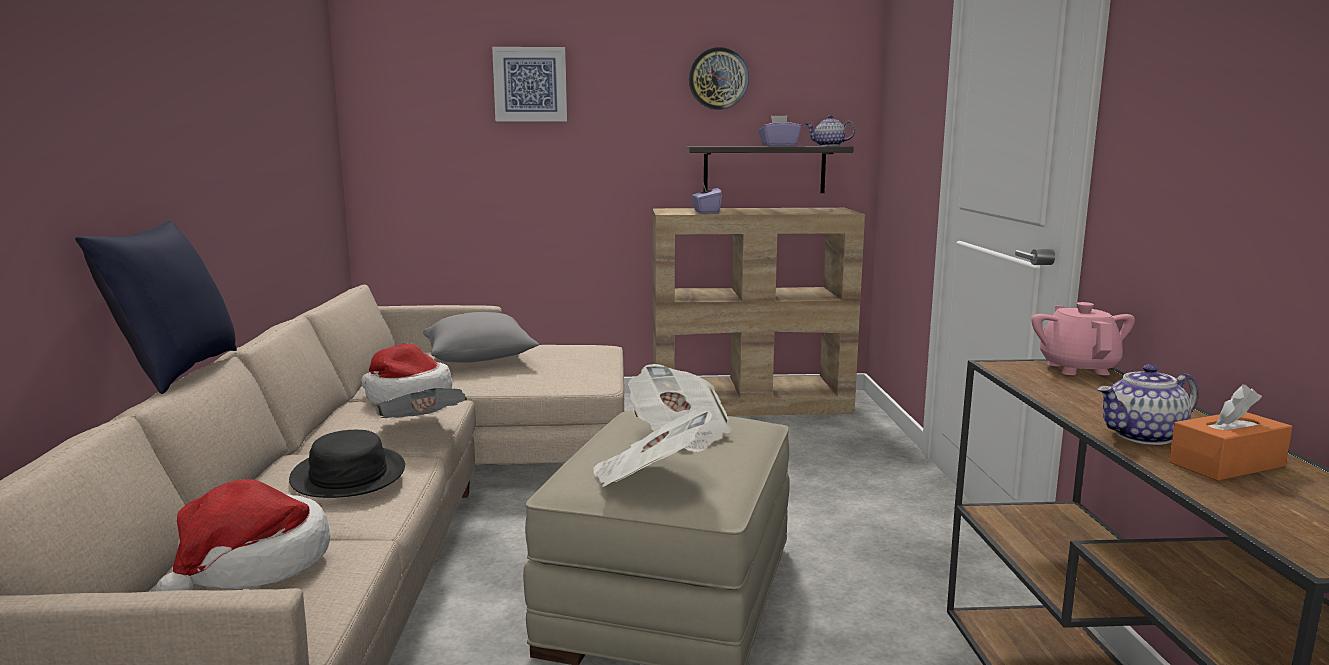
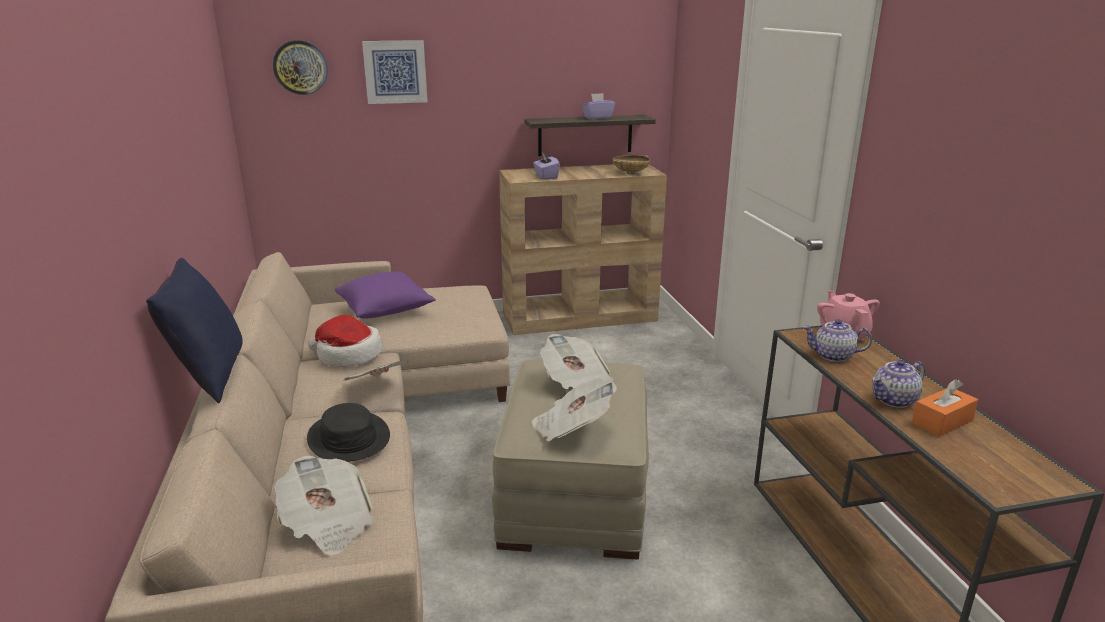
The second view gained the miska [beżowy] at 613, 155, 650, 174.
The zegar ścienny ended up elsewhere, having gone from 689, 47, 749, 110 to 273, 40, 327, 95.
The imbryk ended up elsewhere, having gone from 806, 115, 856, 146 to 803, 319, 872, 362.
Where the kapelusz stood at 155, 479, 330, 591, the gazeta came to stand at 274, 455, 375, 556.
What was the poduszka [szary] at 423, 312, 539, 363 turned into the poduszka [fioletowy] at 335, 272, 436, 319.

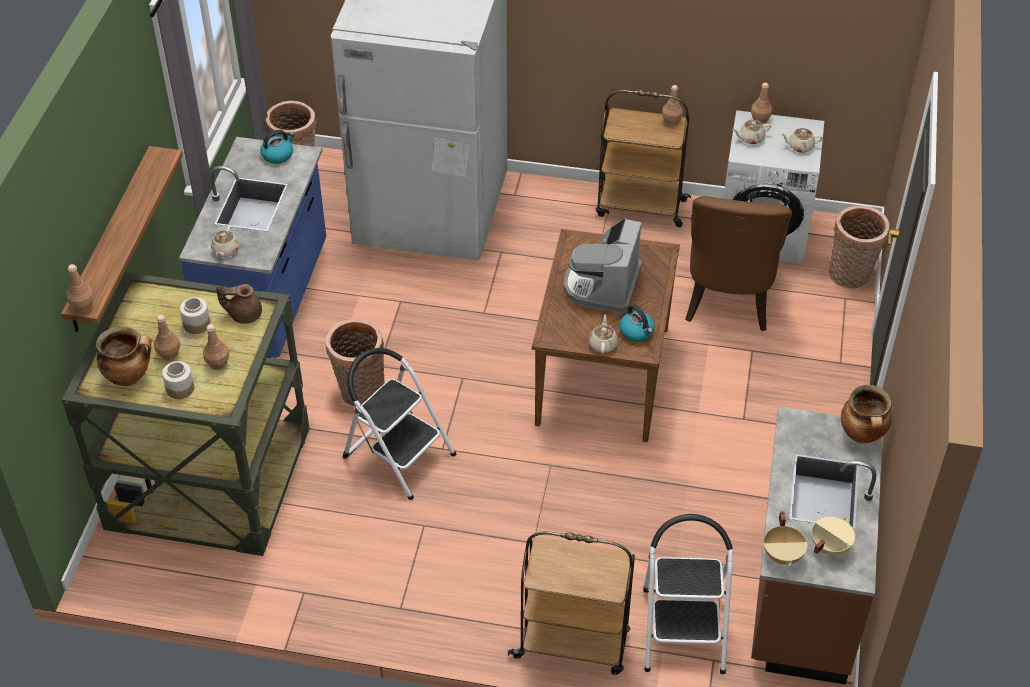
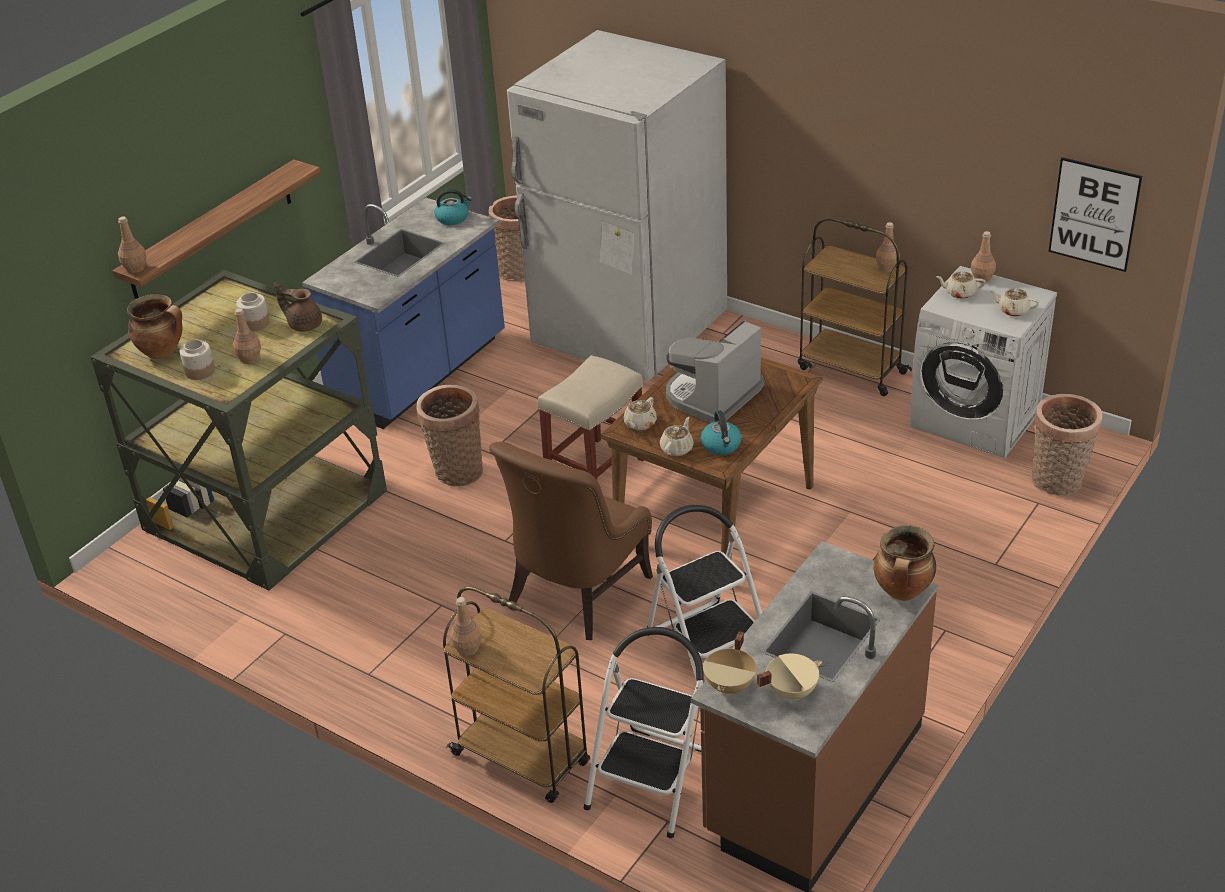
The second view gained the stołek [beżowy] at 538, 355, 644, 480.
The second view gained the obraz at 1048, 157, 1142, 272.
The butelka [brązowy] ended up elsewhere, having gone from 154, 315, 180, 360 to 450, 597, 482, 656.
The imbryk [beżowy] ended up elsewhere, having gone from 211, 225, 239, 257 to 624, 397, 657, 430.
The drabinka ended up elsewhere, having gone from 343, 348, 456, 500 to 647, 505, 762, 678.
The krzesło [brązowy] ended up elsewhere, having gone from 685, 196, 792, 331 to 489, 442, 653, 640.

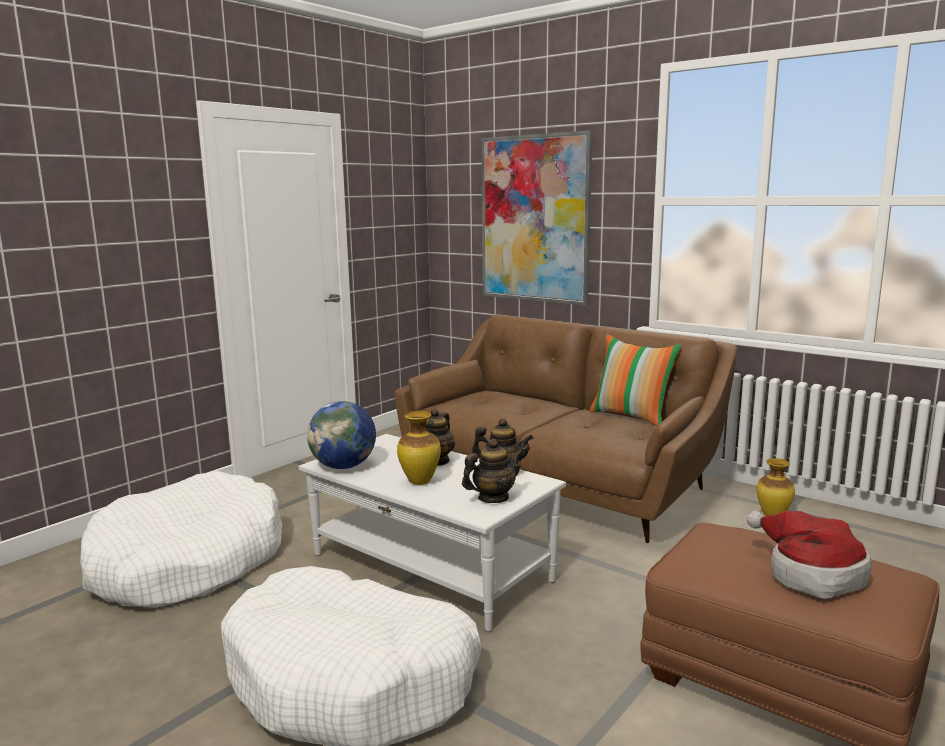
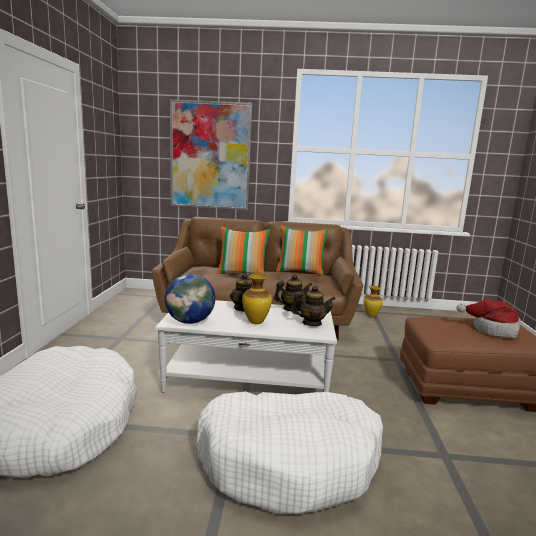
The second view gained the poduszka at 217, 226, 270, 275.
The imbryk at 462, 439, 523, 503 ended up facing another way, 60 degrees clockwise from before.

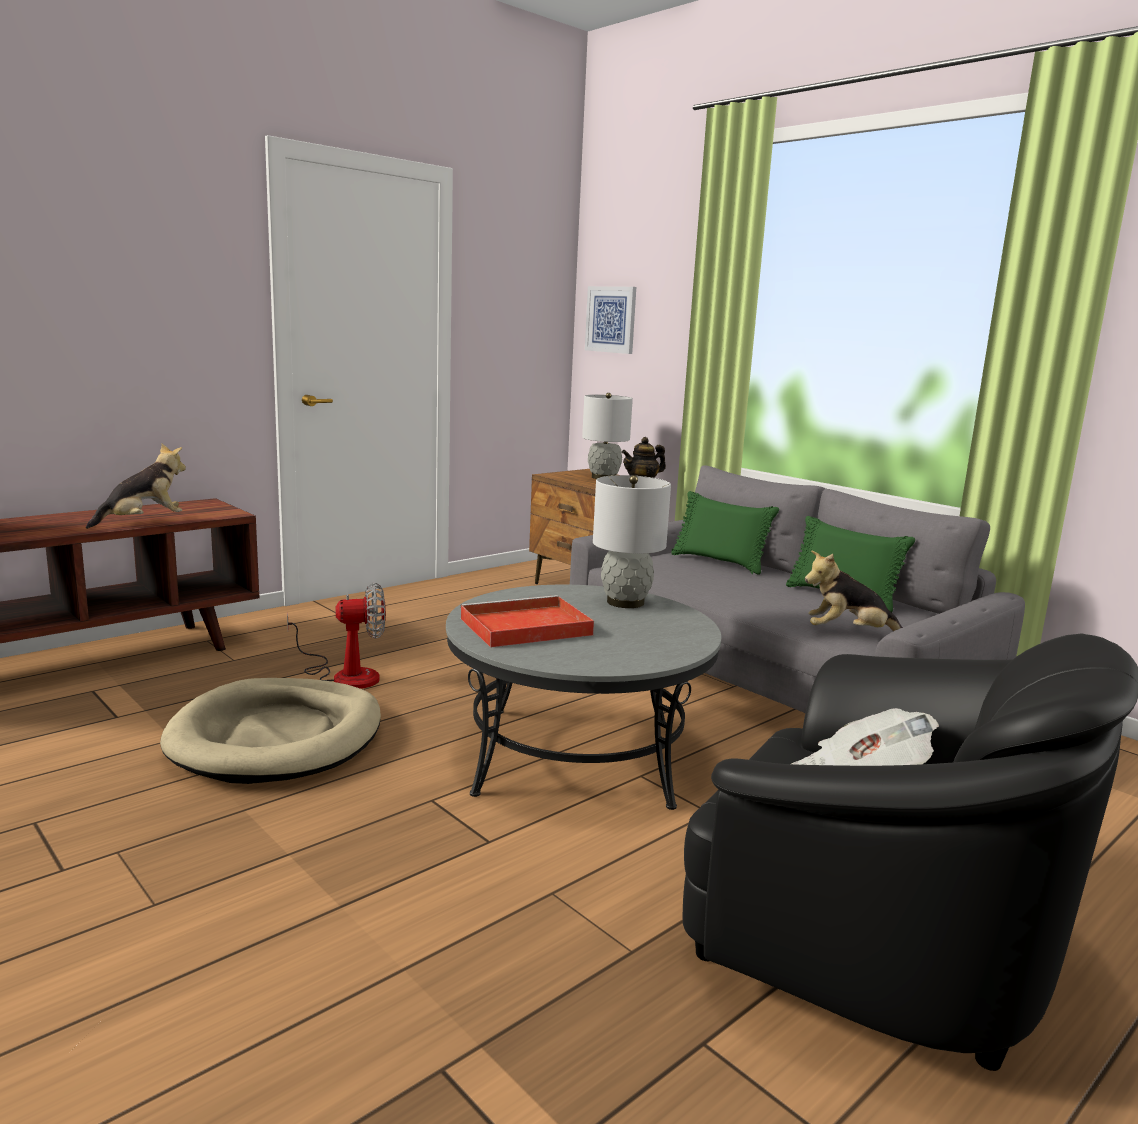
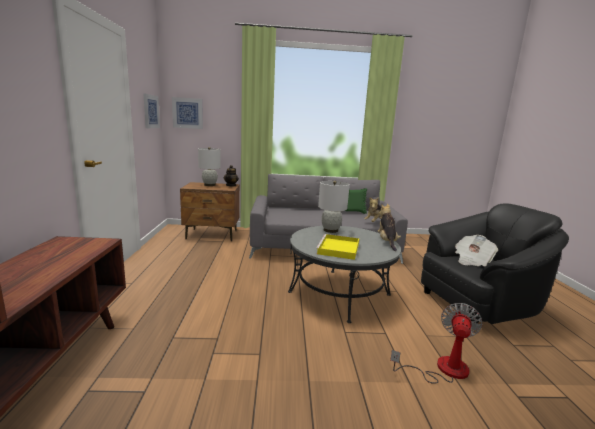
The second view lost the legowisko [beżowy] at 160, 678, 381, 784.
The second view lost the poduszka [zielony] at 671, 491, 779, 575.
The second view gained the obraz at 143, 94, 160, 128.
The pluszak ended up elsewhere, having gone from 86, 444, 186, 529 to 378, 204, 401, 251.
The wentylator ended up elsewhere, having gone from 287, 582, 386, 689 to 390, 303, 483, 384.
What was the taca [czerwony] at 460, 595, 594, 648 turned into the taca [żółty] at 316, 234, 359, 260.

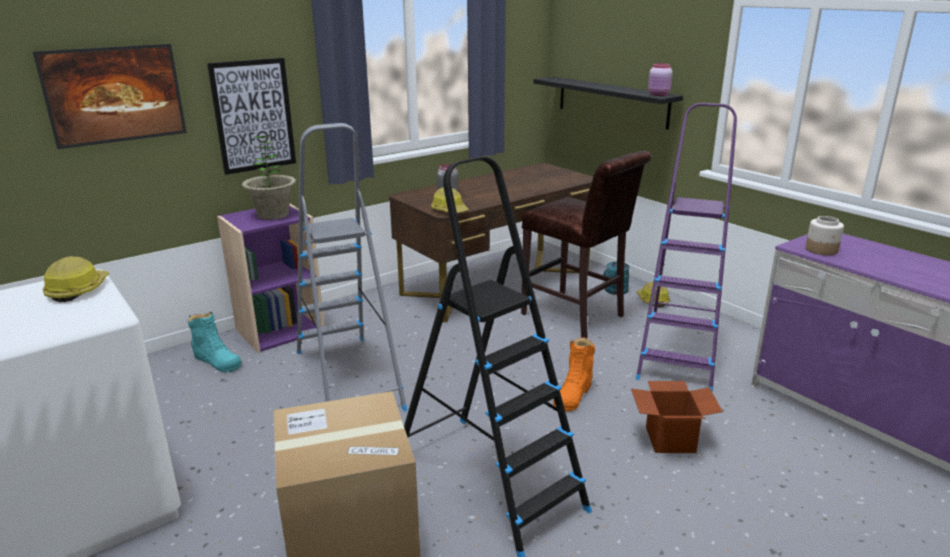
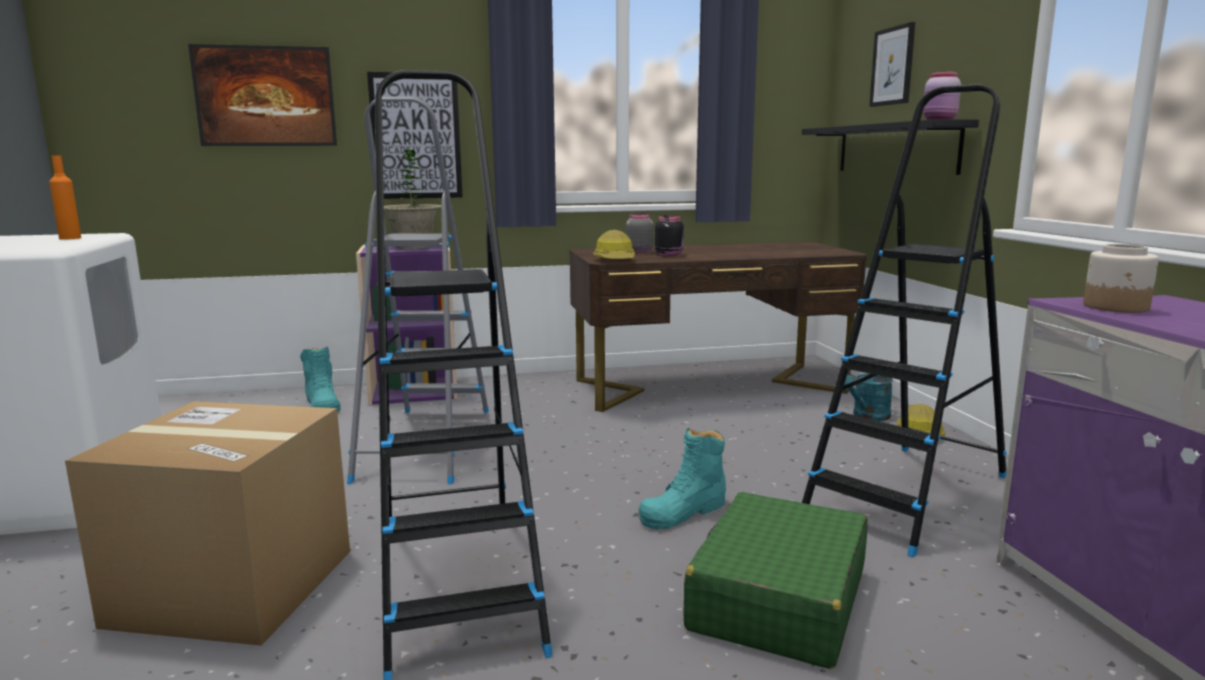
The second view lost the stołek [brązowy] at 521, 151, 651, 338.
The second view gained the słoik [czarny] at 655, 216, 684, 256.
The second view gained the obraz at 869, 22, 915, 107.
Where the kask stood at 42, 256, 109, 302, the butelka [pomarańczowy] came to stand at 49, 155, 81, 240.
Where the karton stood at 631, 381, 723, 453, the walizka [zielony] came to stand at 683, 492, 868, 669.
What was the but z cholewką [pomarańczowy] at 553, 337, 595, 411 turned into the but z cholewką [turkusowy] at 639, 428, 726, 530.
What was the drabinka [fioletowy] at 636, 103, 737, 392 turned into the drabinka [czarny] at 802, 84, 1007, 557.

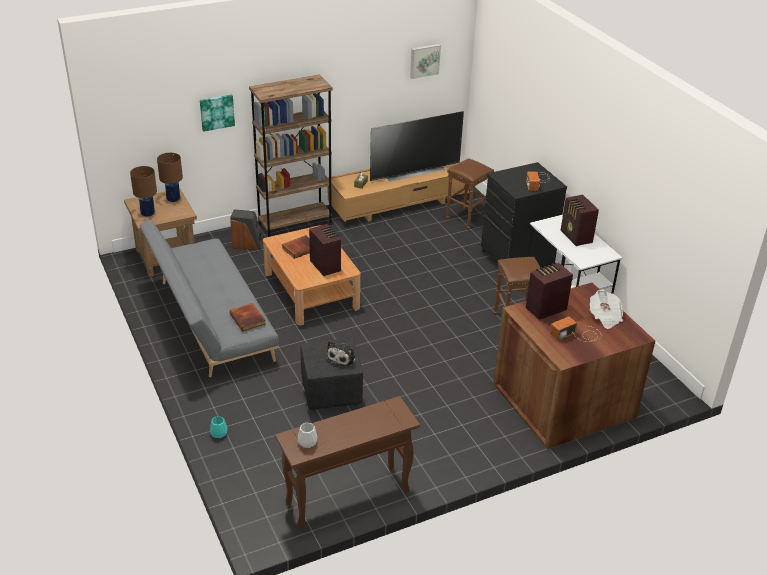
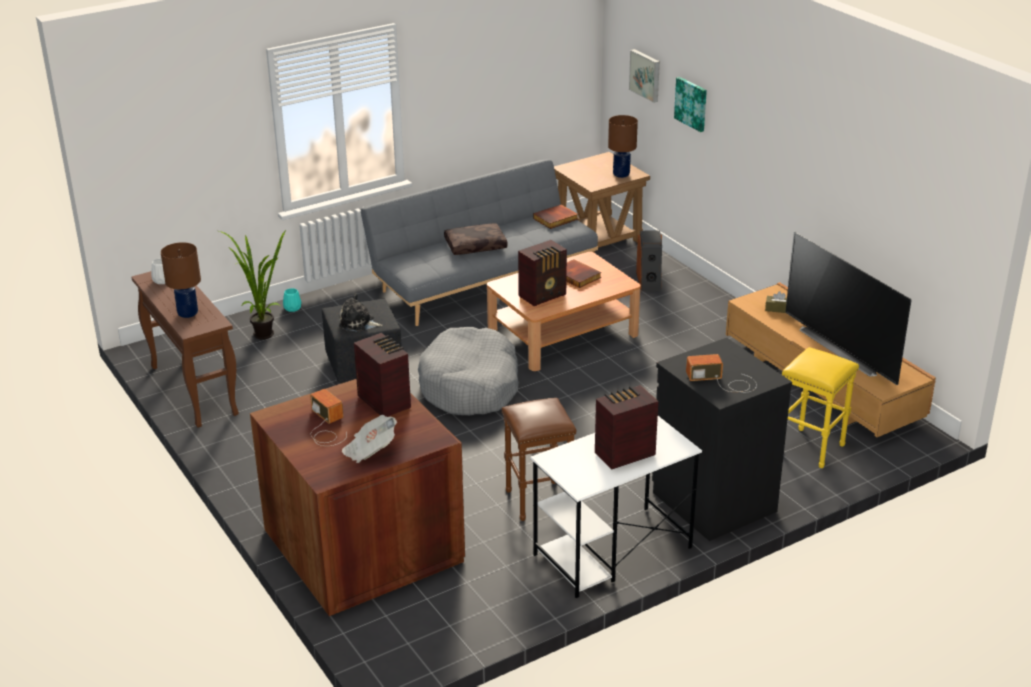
The second view lost the regał [brązowy] at 249, 75, 333, 237.
The second view gained the roślina doniczkowa at 219, 230, 286, 340.
The second view gained the legowisko [szary] at 418, 327, 519, 415.
The second view gained the poduszka [brązowy] at 444, 223, 508, 255.
The lampa stołowa [brązowy] ended up elsewhere, having gone from 130, 166, 157, 217 to 161, 242, 201, 318.
The książka ended up elsewhere, having gone from 230, 303, 266, 332 to 533, 205, 578, 229.
The obraz ended up elsewhere, having gone from 410, 44, 441, 79 to 629, 49, 660, 103.
What was the stołek [brązowy] at 446, 158, 494, 230 turned into the stołek [żółty] at 782, 347, 859, 468.

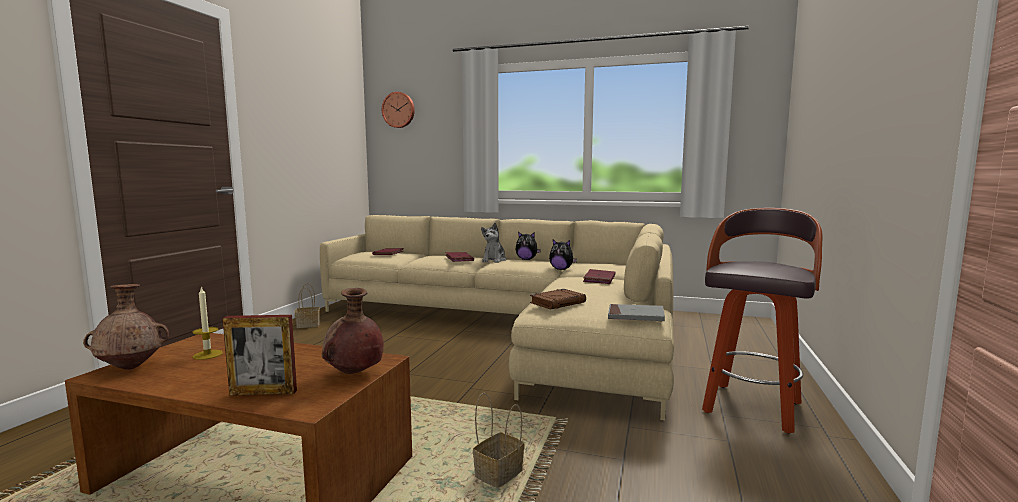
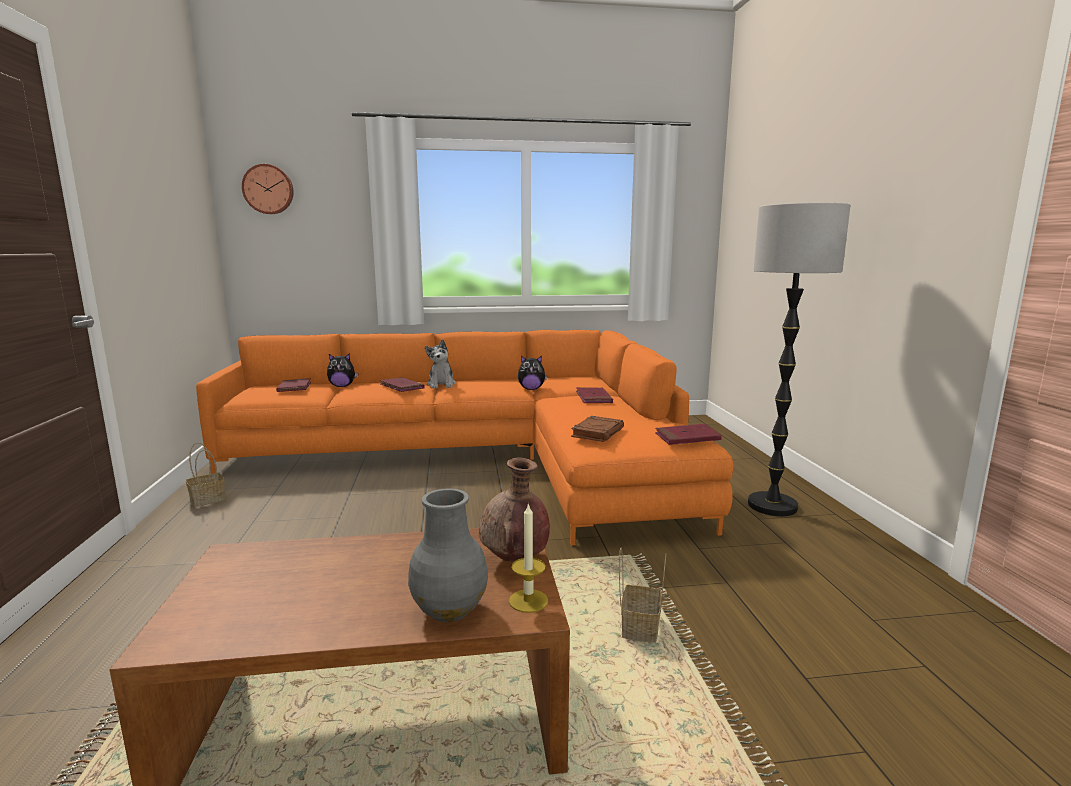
The second view lost the wazon [brązowy] at 83, 284, 169, 370.
The świeca ended up elsewhere, having gone from 193, 287, 223, 360 to 509, 503, 548, 613.
The pluszak ended up elsewhere, having gone from 516, 232, 541, 260 to 327, 353, 358, 387.
Where the ramka na zdjęcie stood at 223, 315, 297, 396, the wazon [szary] came to stand at 408, 489, 488, 622.
Where the stołek stood at 702, 208, 822, 434, the lampa stojąca came to stand at 748, 203, 851, 516.
What was the kanapa [beżowy] at 320, 215, 674, 421 turned into the kanapa [pomarańczowy] at 196, 330, 733, 546.
What was the książka [szary] at 608, 304, 665, 321 turned into the książka [czerwony] at 655, 424, 722, 445.

